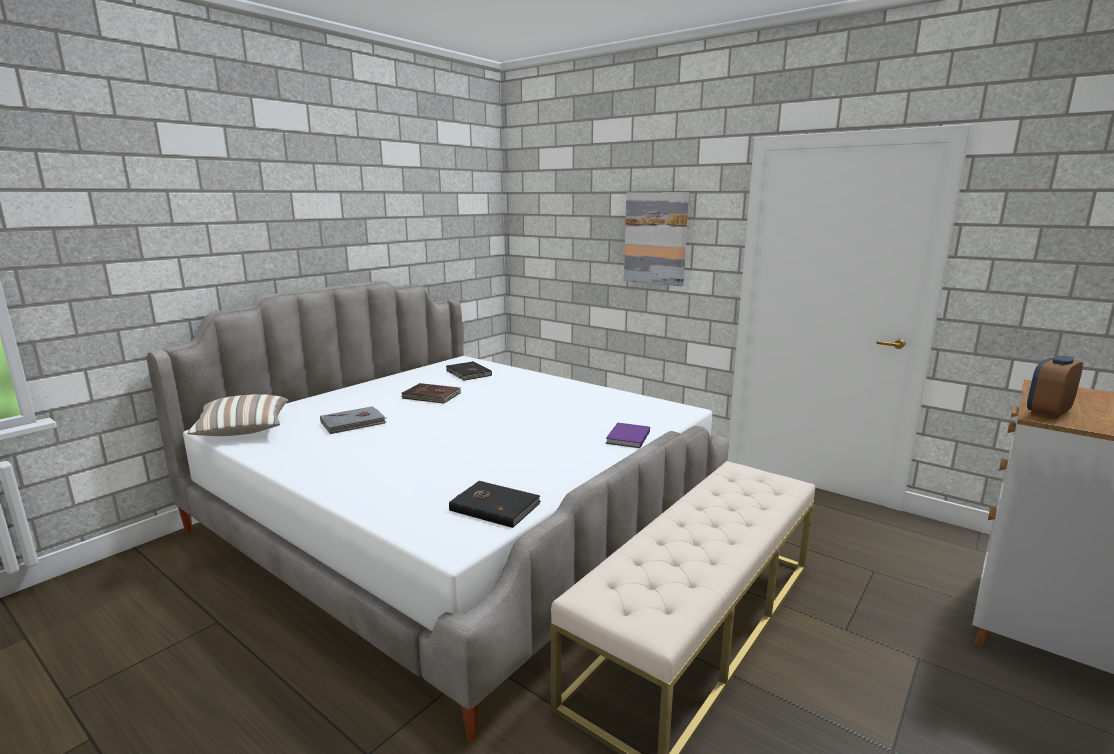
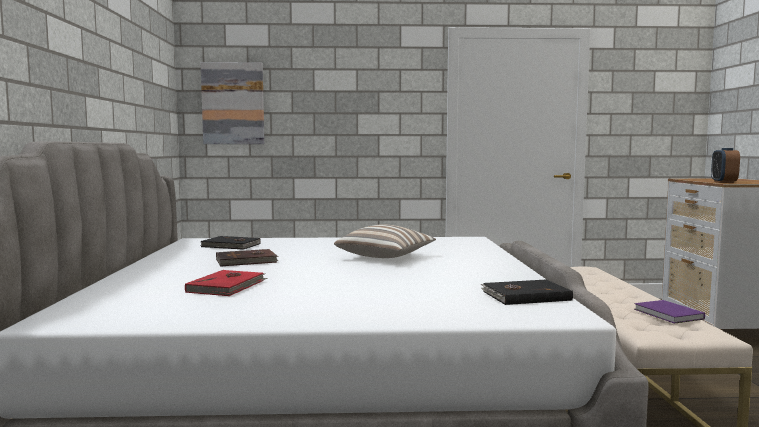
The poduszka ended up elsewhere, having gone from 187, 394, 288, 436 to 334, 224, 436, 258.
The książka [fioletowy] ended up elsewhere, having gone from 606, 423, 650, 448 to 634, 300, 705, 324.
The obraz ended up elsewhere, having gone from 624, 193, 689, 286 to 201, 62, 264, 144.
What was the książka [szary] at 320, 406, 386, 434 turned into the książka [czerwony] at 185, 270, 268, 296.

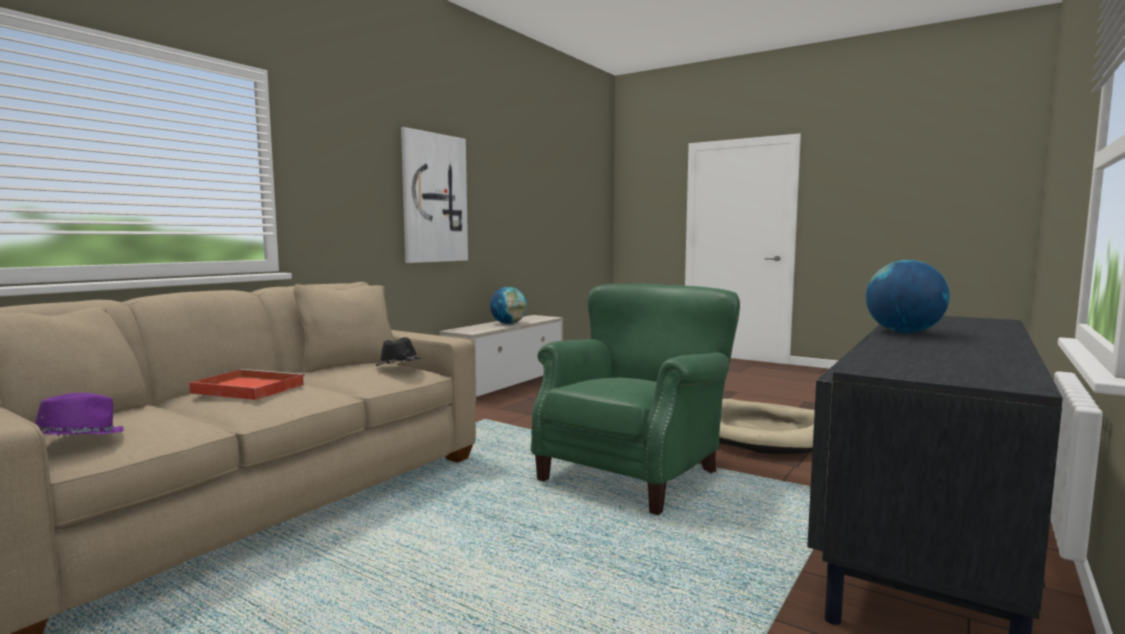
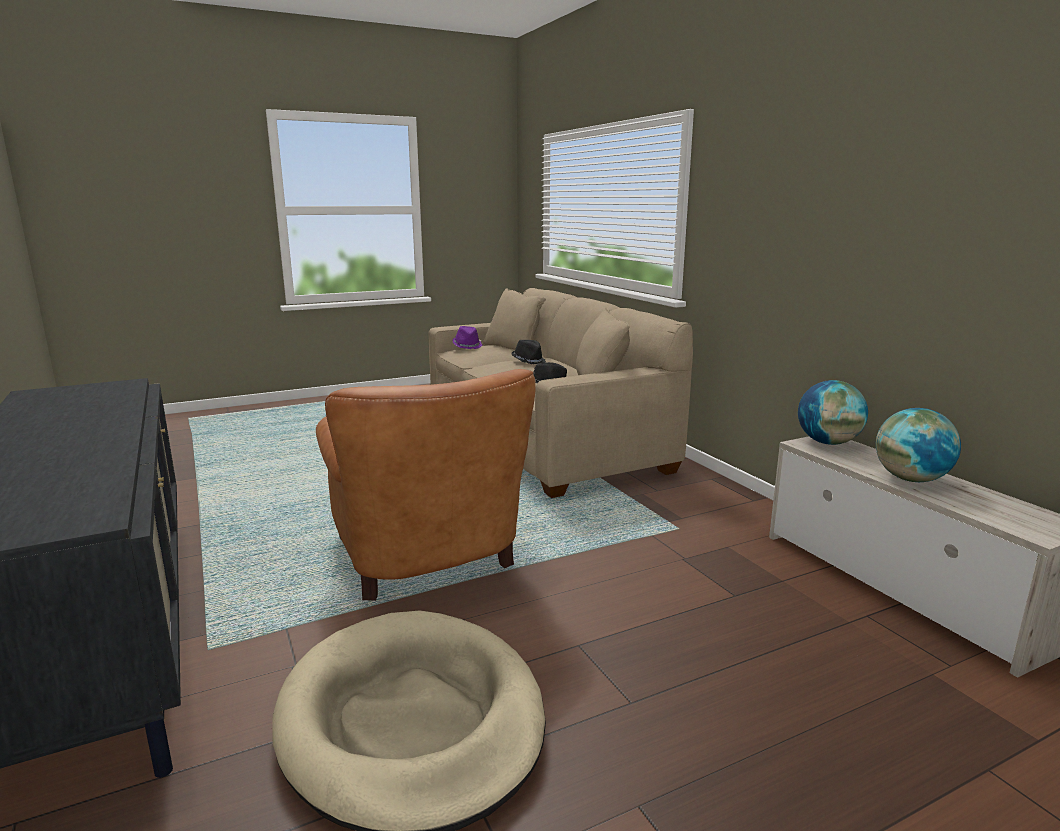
The second view lost the obraz at 401, 127, 468, 263.
The globus ended up elsewhere, having gone from 866, 260, 950, 333 to 798, 380, 868, 445.
Where the taca [czerwony] stood at 189, 369, 305, 400, the kapelusz [czarny] came to stand at 512, 340, 546, 364.
What was the fotel [zielony] at 531, 284, 740, 515 turned into the fotel [brązowy] at 316, 369, 536, 601.

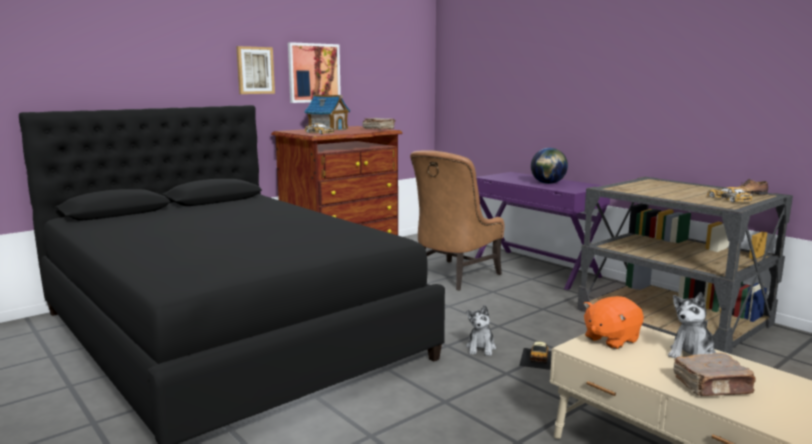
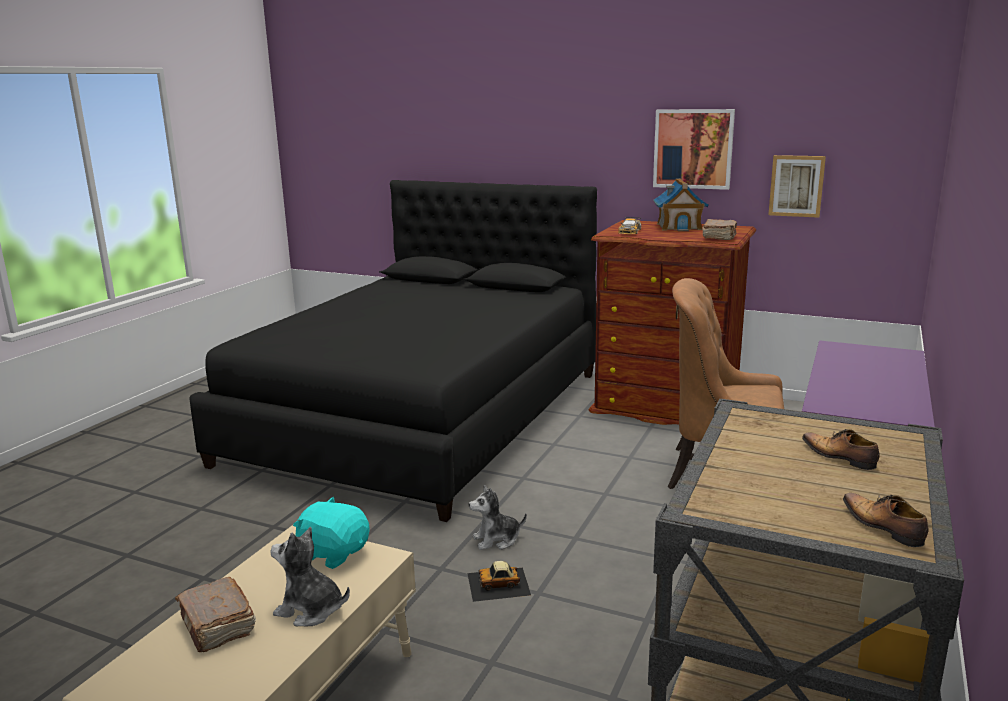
The second view lost the globus at 531, 148, 568, 184.
The second view lost the samochodzik at 707, 187, 753, 202.
The second view gained the but at 802, 429, 880, 470.
The obraz ended up elsewhere, having gone from 236, 46, 275, 94 to 768, 155, 826, 218.
What was the pluszak [pomarańczowy] at 584, 296, 644, 349 turned into the pluszak [turkusowy] at 293, 497, 370, 569.

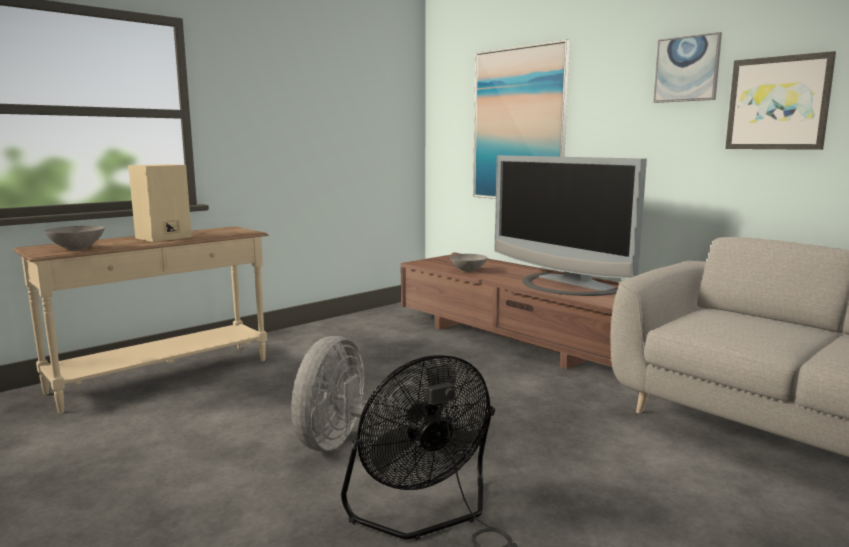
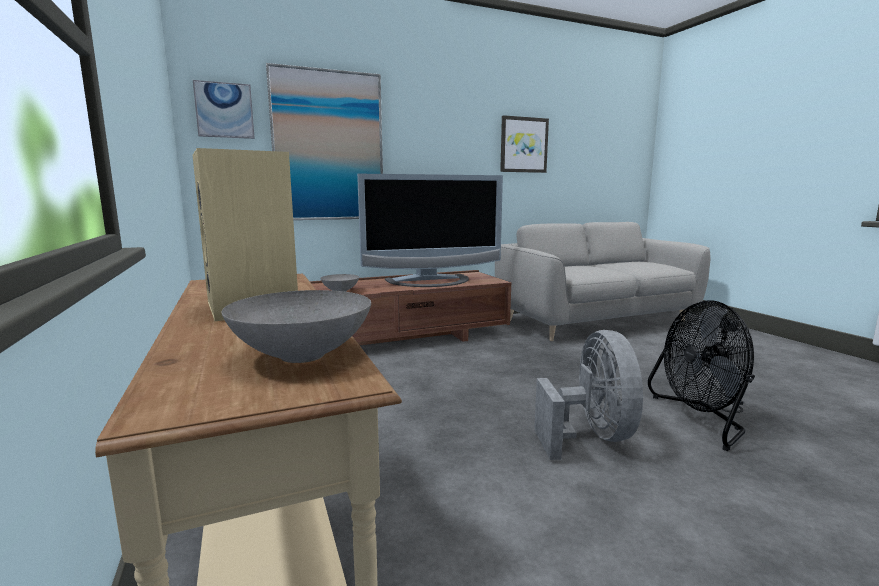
The obraz ended up elsewhere, having gone from 653, 32, 722, 103 to 193, 80, 255, 139.
The wentylator [szary] at 291, 336, 419, 451 ended up facing another way, 135 degrees counterclockwise from before.

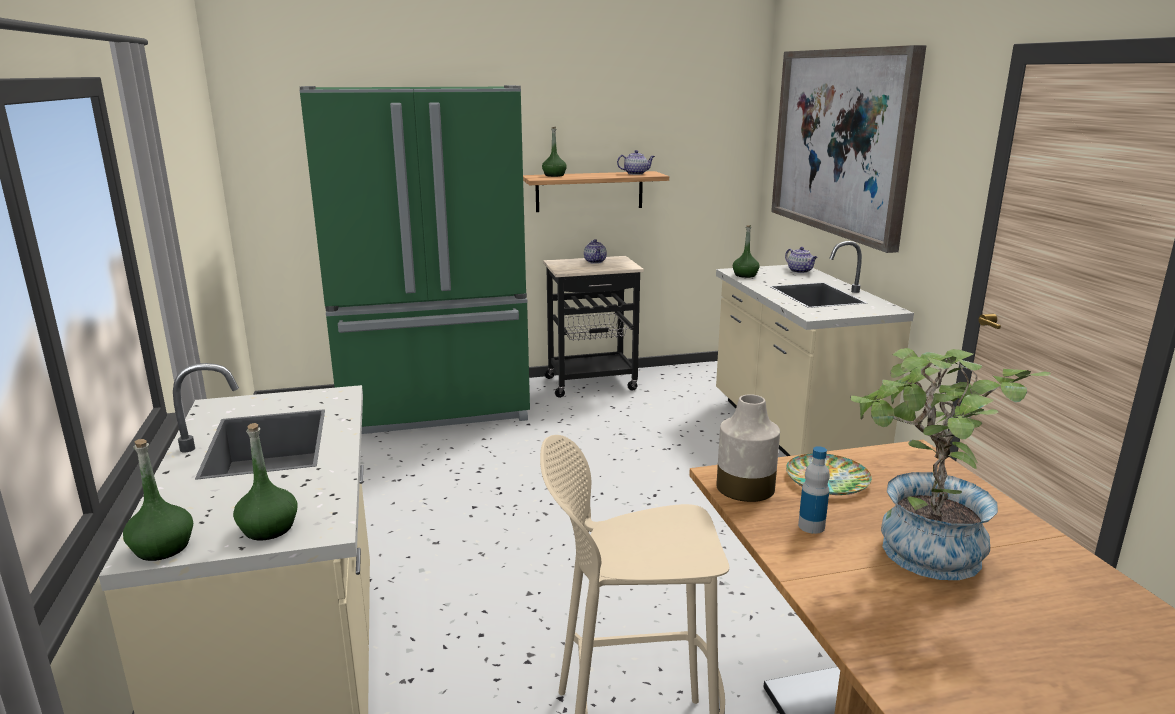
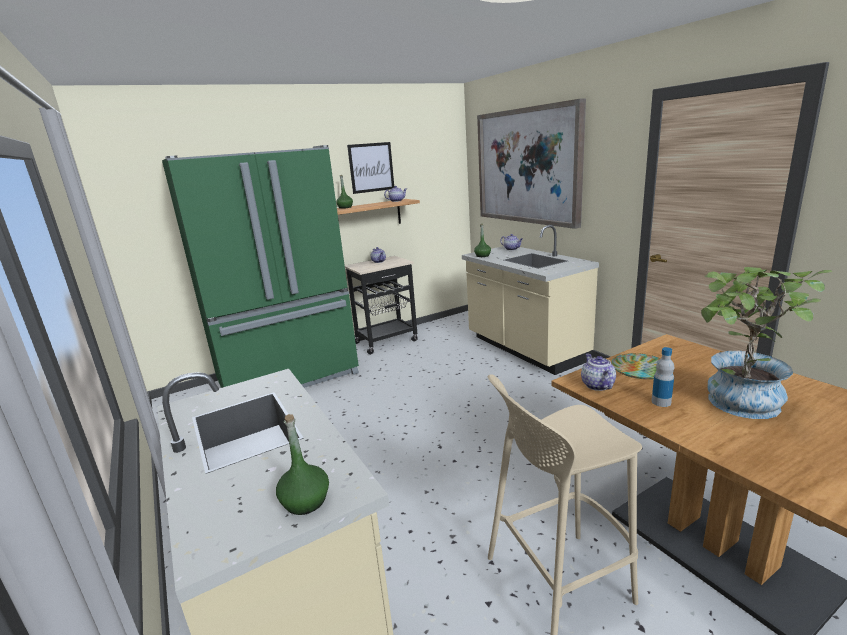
The second view lost the butelka [zielony] at 123, 439, 193, 561.
The second view gained the obraz at 347, 142, 394, 194.
Where the wazon [beżowy] stood at 716, 394, 780, 502, the imbryk came to stand at 581, 354, 616, 391.

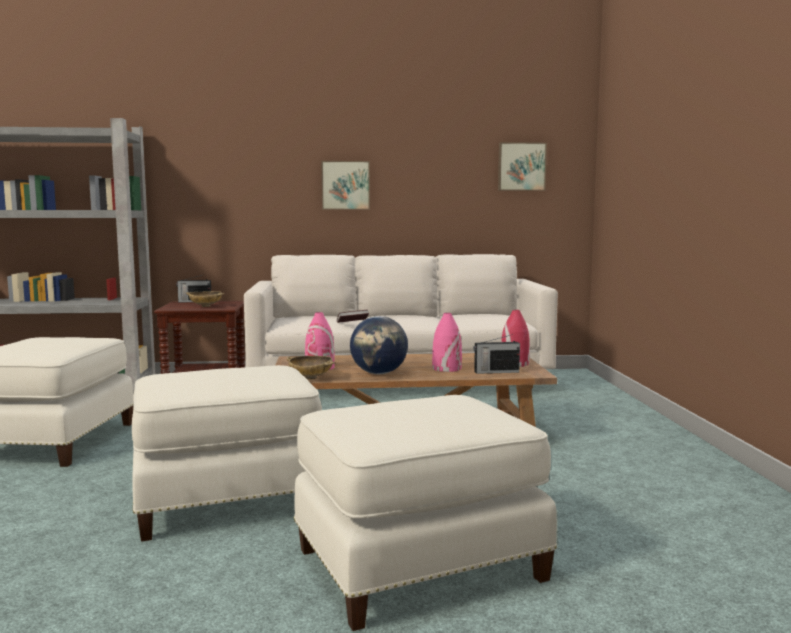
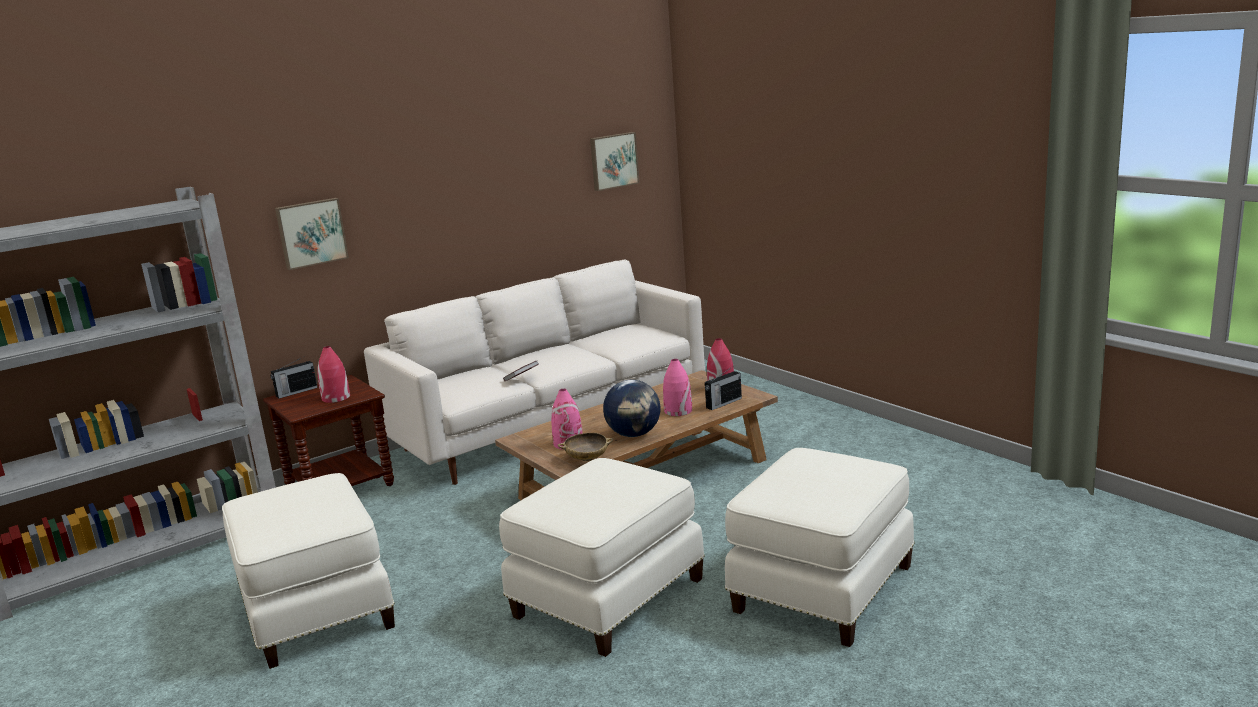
The obraz ended up elsewhere, having gone from 321, 161, 370, 210 to 275, 198, 349, 270.
Where the miska [beżowy] stood at 186, 291, 224, 307, the wazon [czerwony] came to stand at 318, 346, 350, 403.

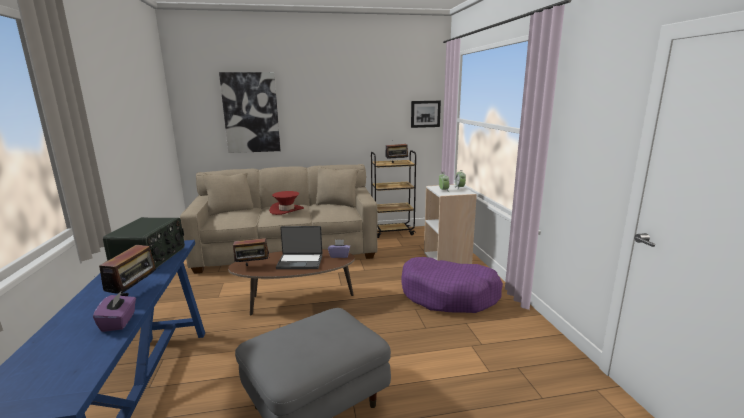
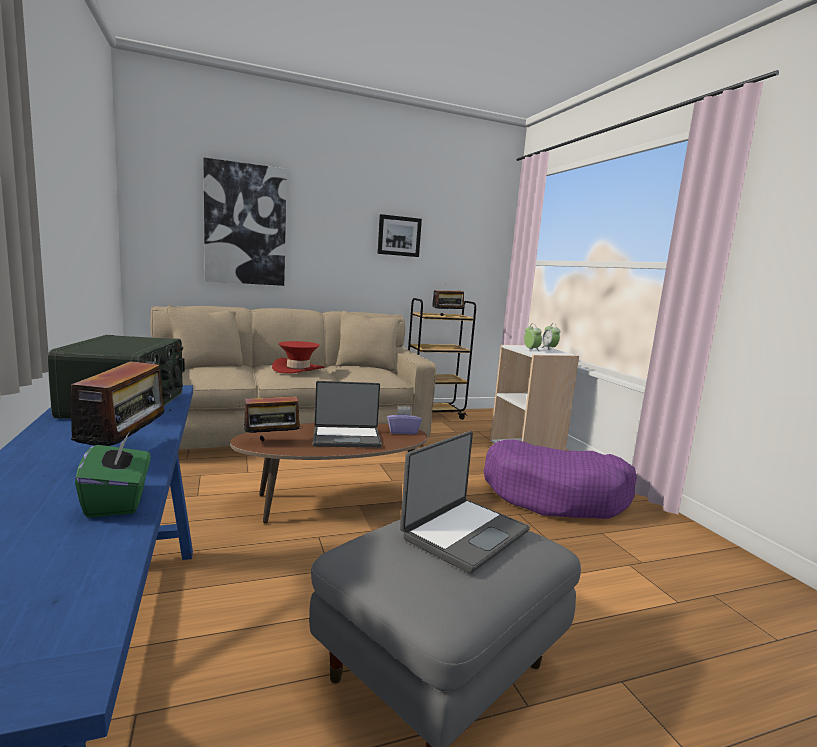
The second view gained the laptop at 400, 431, 530, 574.
The obraz ended up elsewhere, having gone from 411, 101, 441, 128 to 377, 214, 422, 257.
What was the pudełko chusteczek [fioletowy] at 93, 290, 136, 332 turned into the pudełko chusteczek [zielony] at 75, 433, 150, 518.

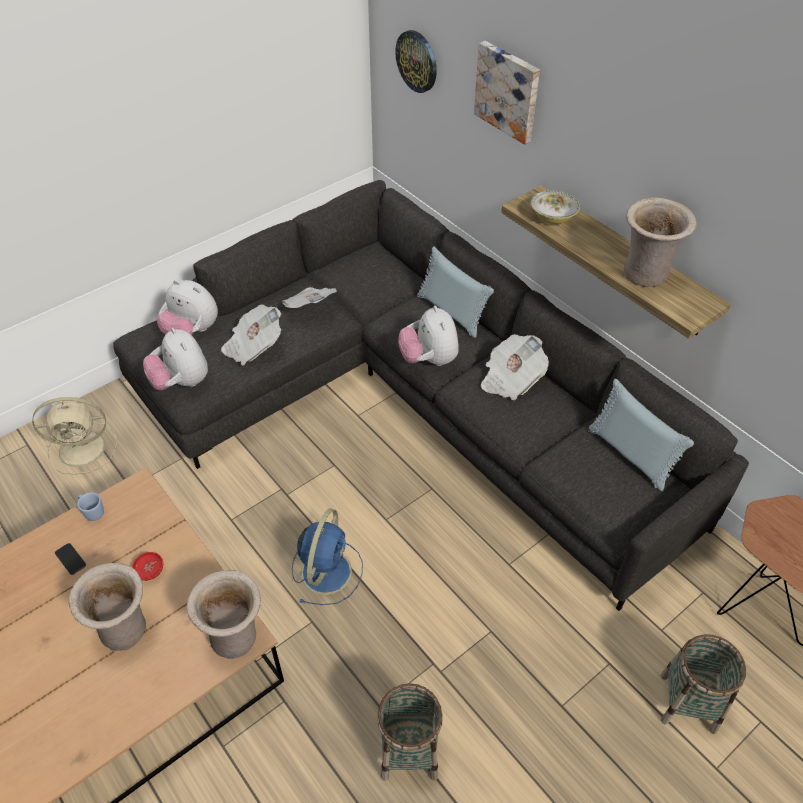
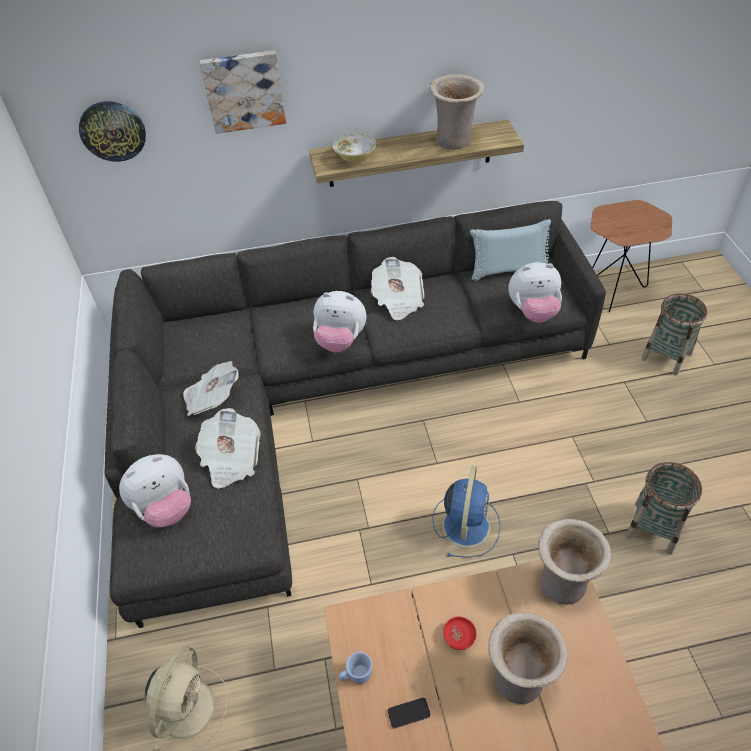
The second view lost the poduszka [niebieski] at 417, 246, 494, 338.
The pluszak ended up elsewhere, having gone from 143, 328, 208, 390 to 508, 262, 562, 323.
The wentylator [niebieski] at 292, 509, 363, 605 ended up facing another way, 60 degrees clockwise from before.

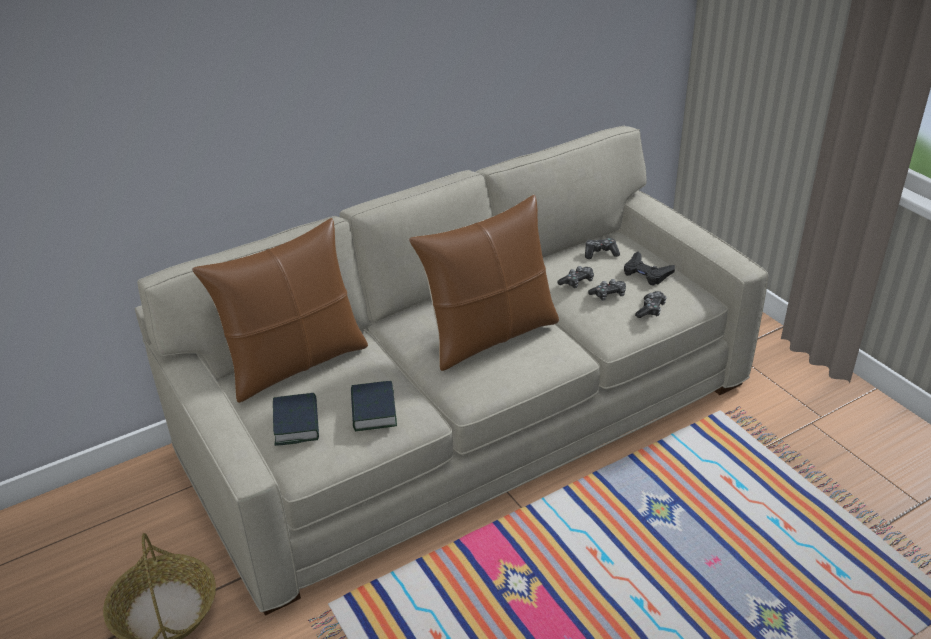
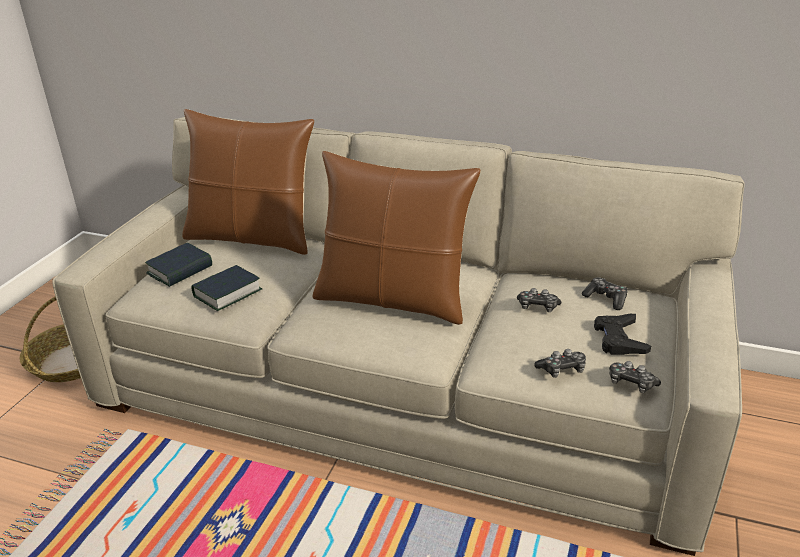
The pad do gier ended up elsewhere, having gone from 588, 279, 626, 300 to 609, 361, 661, 393.

